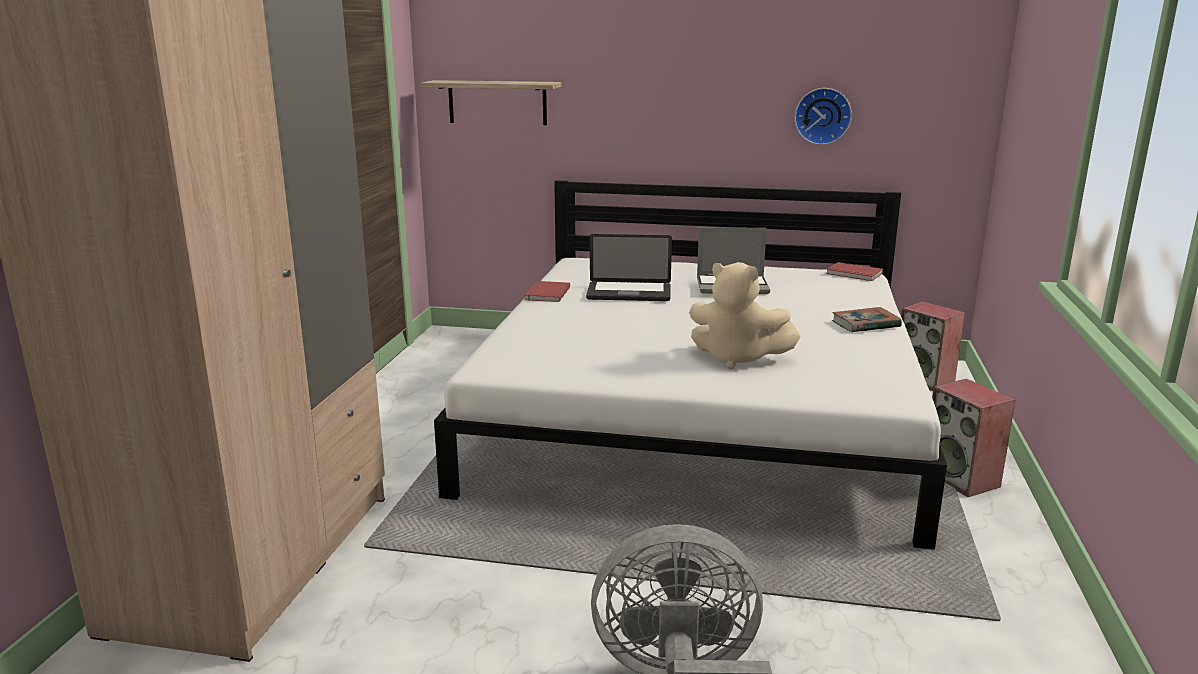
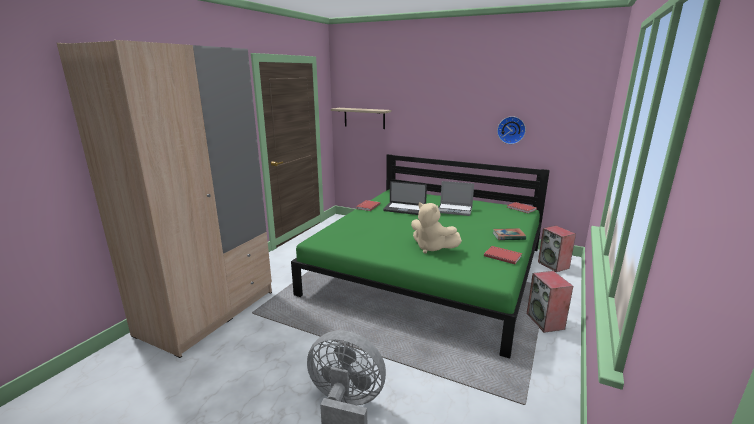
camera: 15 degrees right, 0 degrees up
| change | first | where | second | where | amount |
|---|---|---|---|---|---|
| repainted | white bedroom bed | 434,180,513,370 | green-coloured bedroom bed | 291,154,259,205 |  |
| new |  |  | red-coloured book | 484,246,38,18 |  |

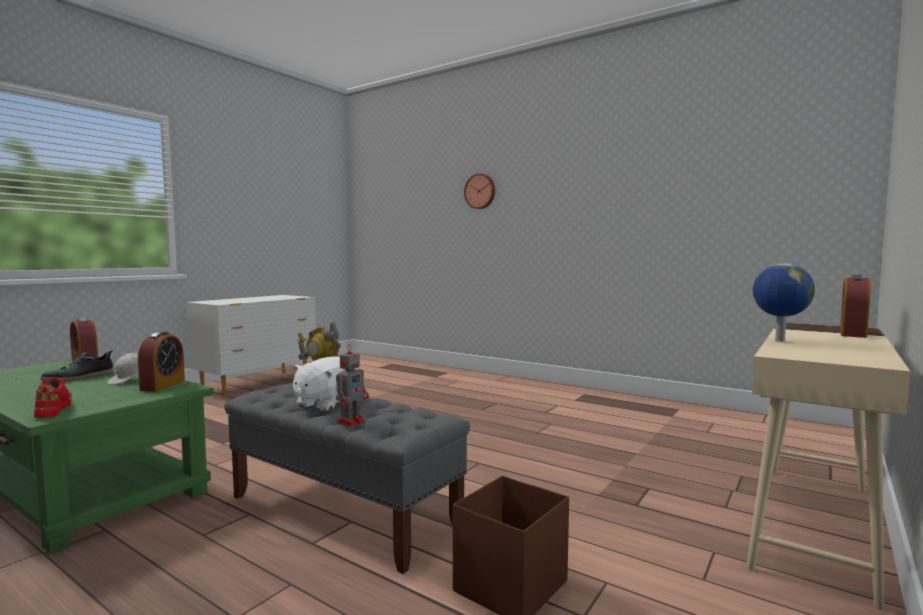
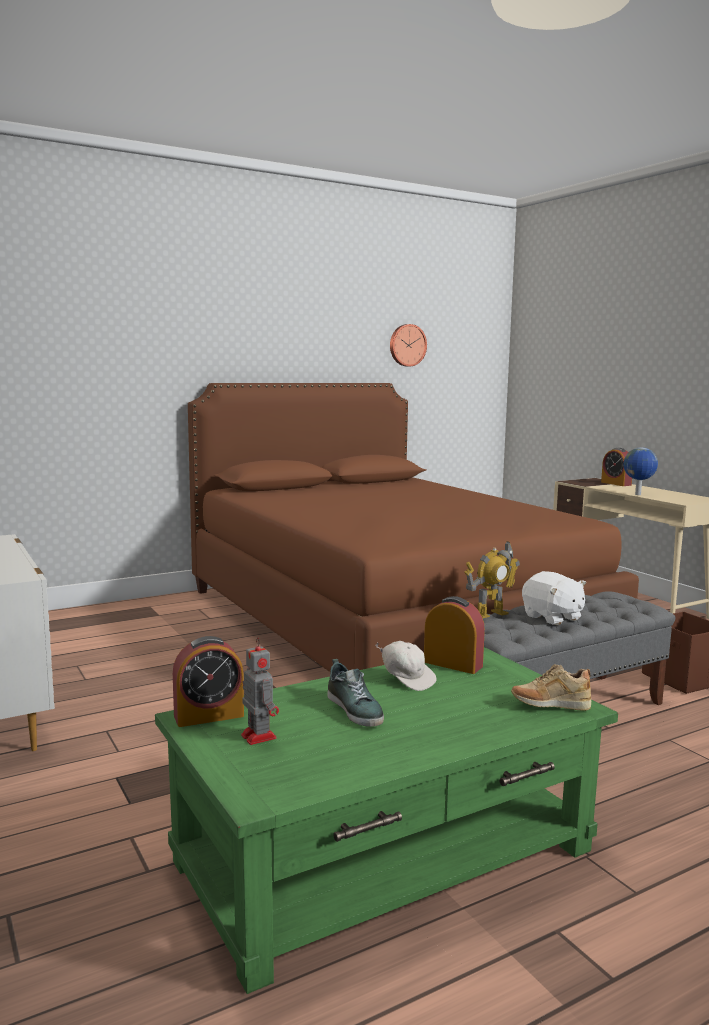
camera: 65 degrees left, 5 degrees up
| change | first | where | second | where | amount |
|---|---|---|---|---|---|
| new |  |  | brownish bedroom bed | 188,383,451,289 |  |
| shifted | robot figure | 336,345,33,82 |  | 241,637,38,108 |  |
| shifted | hanging clock | 464,174,31,35 |  | 390,324,37,43 |  |
| repainted | red-coloured shoe | 34,377,38,41 | beige shoe | 511,664,80,47 |  |

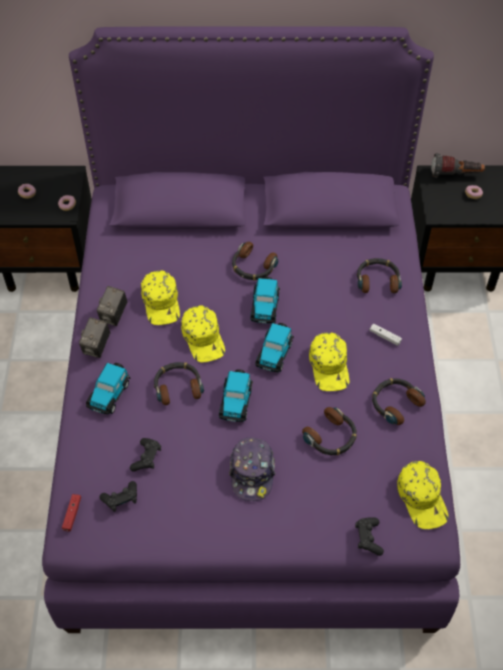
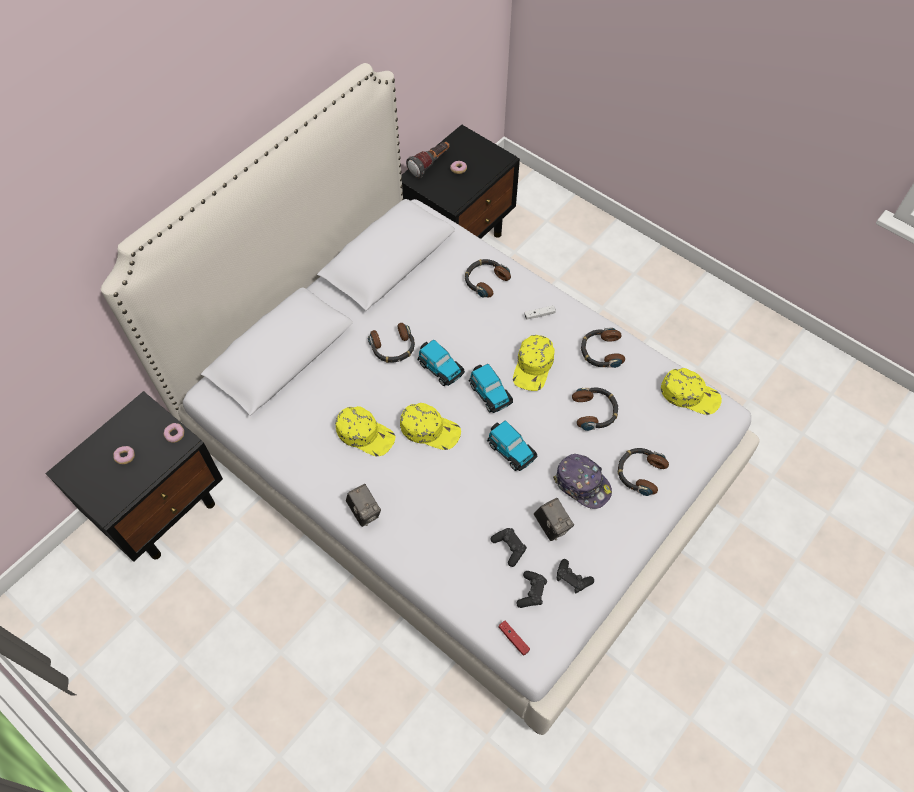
camera: 50 degrees left, 5 degrees up
| change | first | where | second | where | amount |
|---|---|---|---|---|---|
| repainted | purplish bedroom bed | 42,26,418,607 | white bedroom bed | 101,63,659,672 |  |
| rotated | yellowish cap | 309,333,40,58 |  | 513,335,42,56 | 75 degrees clockwise |
| shifted | still camera | 97,286,31,40 |  | 534,498,40,43 |  |
| shifted | black joypad | 355,517,29,39 |  | 557,559,37,35 |  |
| shifted | headphones | 154,362,50,43 |  | 618,448,51,48 |  |
| gone | miniature car | 86,363,45,51 |  |  |  |

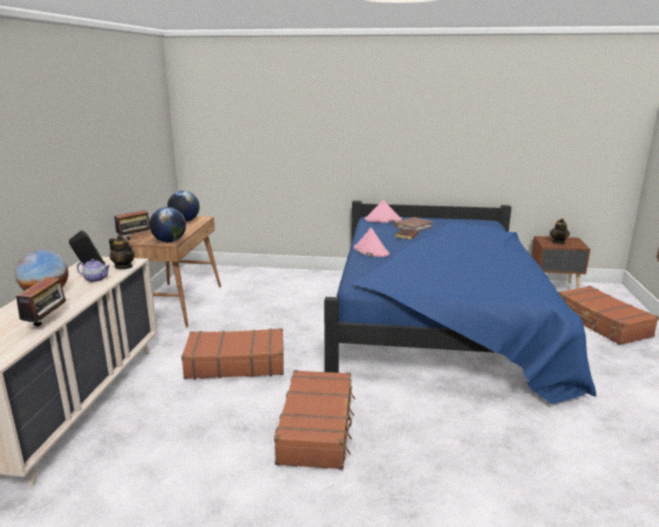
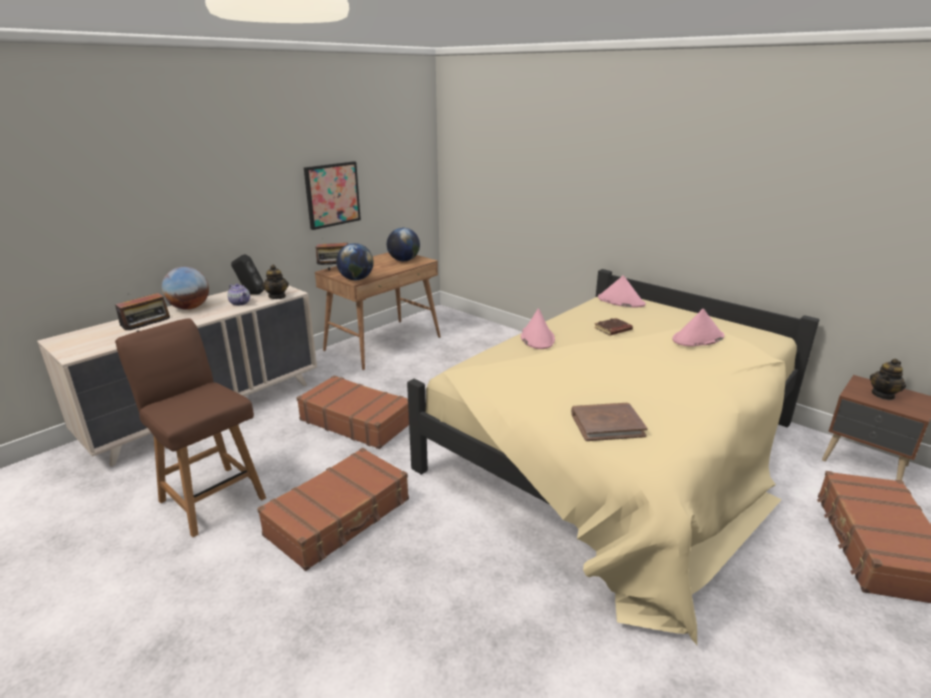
camera: 35 degrees right, 5 degrees up
| change | first | where | second | where | amount |
|---|---|---|---|---|---|
| new |  |  | brownish upright chair | 115,318,151,219 |  |
| new |  |  | wall art | 304,161,57,69 |  |
| repainted | blue bedroom bed | 324,201,272,203 | beige bedroom bed | 407,269,412,376 |  |
| shifted | brownish book | 394,217,39,14 |  | 571,403,77,38 |  |
| new |  |  | pink-coloured hat | 672,309,52,38 |  |

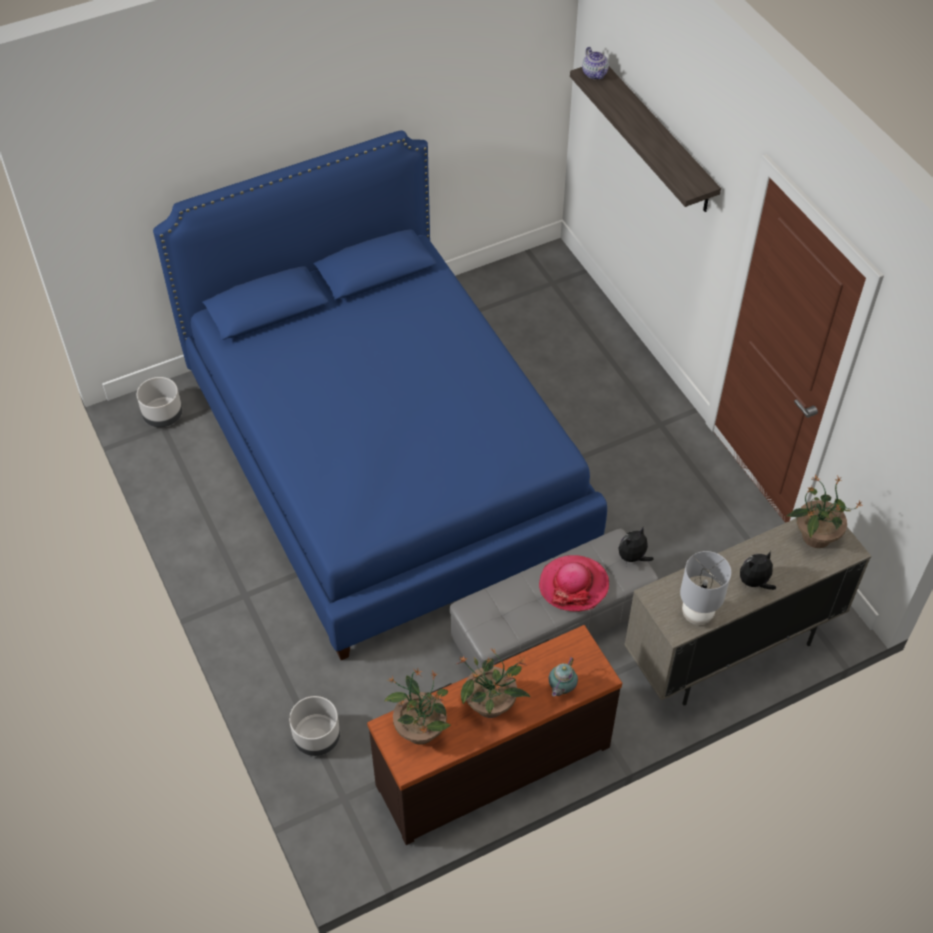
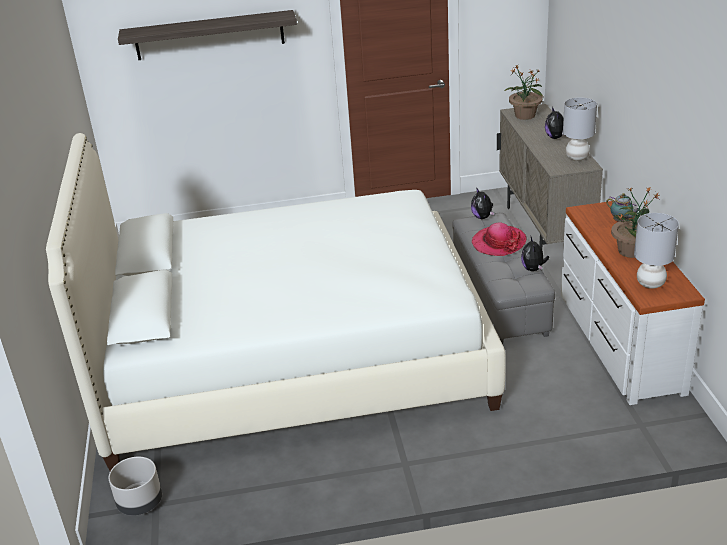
camera: 70 degrees left, 20 degrees down
| change | first | where | second | where | amount |
|---|---|---|---|---|---|
| repainted | blue bedroom bed | 153,130,454,530 | white bedroom bed | 46,133,460,338 |  |
| new |  |  | plush toy | 521,237,28,34 |  |
| repainted | brownish dresser | 367,625,255,220 | white dresser | 561,201,144,204 |  |
| swapped | potted plant | 385,669,66,76 | greyish tabletop lamp | 634,213,45,76 |  |
| gone | greyish flower pot | 289,696,51,60 |  |  |  |
| gone | pot for tea | 582,47,27,32 |  |  |  |

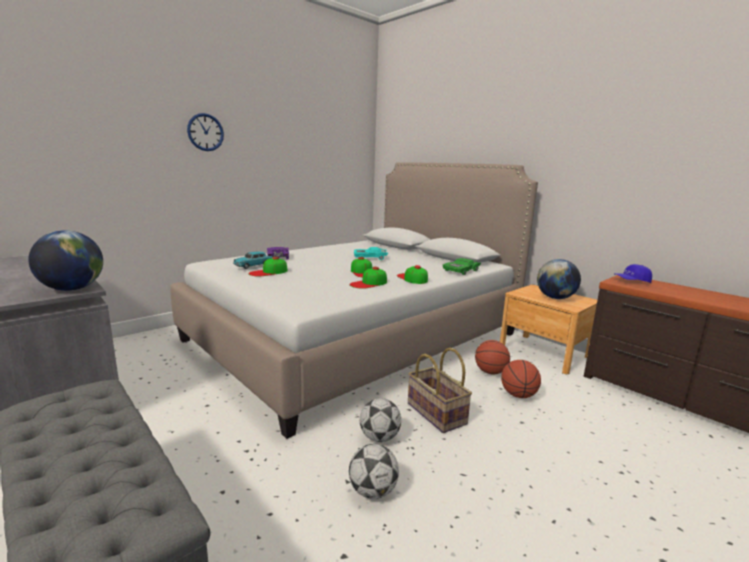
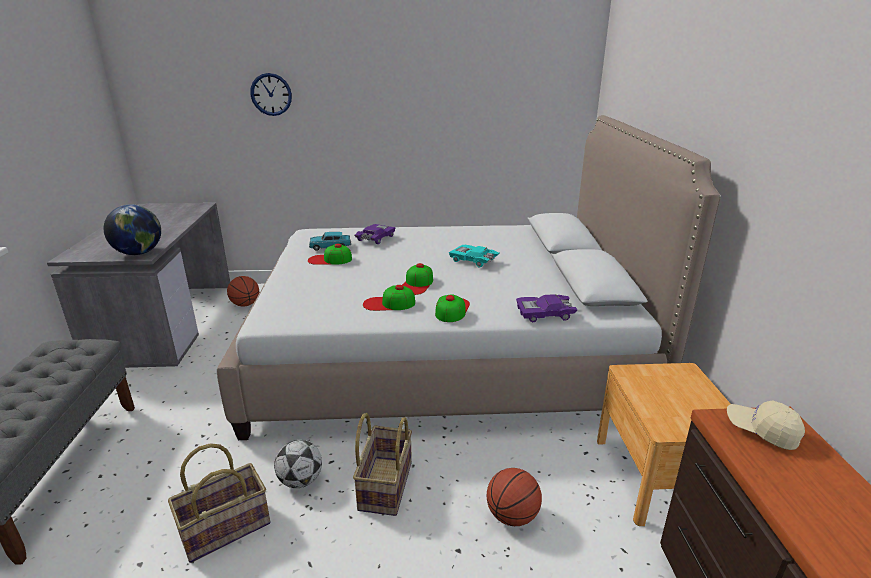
camera: 40 degrees right, 10 degrees up
| change | first | where | second | where | amount |
|---|---|---|---|---|---|
| swapped | ball for football | 349,444,50,55 | basket | 168,443,102,120 |  |
| shifted | basketball ball | 475,340,35,34 |  | 227,276,32,31 |  |
| shifted | hanging clock | 187,113,37,38 |  | 250,73,42,43 |  |
| repainted | green-coloured miniature car | 443,258,38,17 | purplish miniature car | 516,294,61,28 |  |
| repainted | blue cap | 614,264,38,19 | beige cap | 727,401,78,49 |  |
| gone | desk globe | 537,259,44,40 |  |  |  |

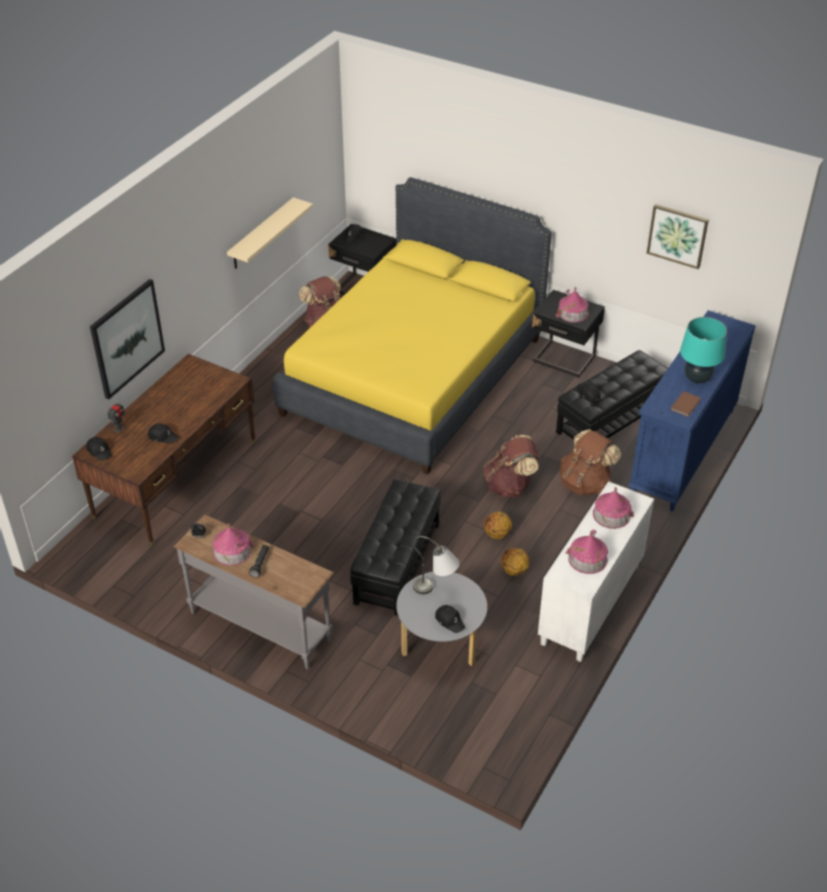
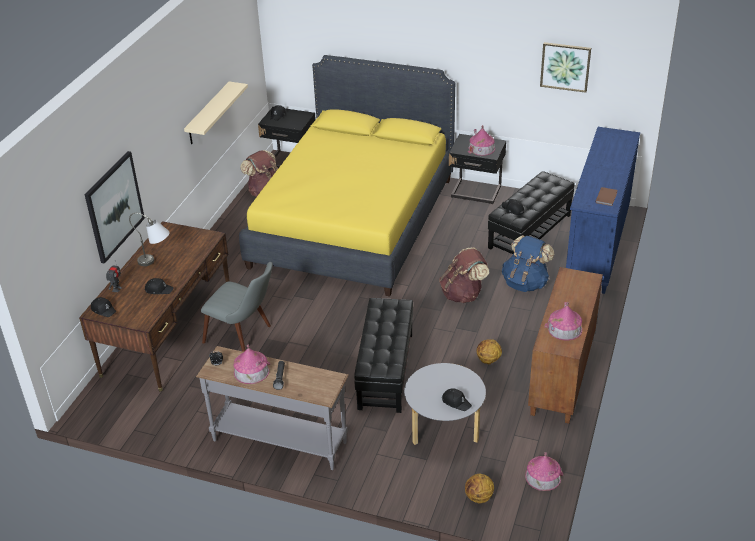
camera: 10 degrees left, 5 degrees down
| change | first | where | second | where | amount |
|---|---|---|---|---|---|
| shifted | greyish tabletop lamp | 413,536,47,58 |  | 129,213,41,53 |  |
| new |  |  | greyish upright chair | 201,262,72,90 |  |
| shifted | basketball ball | 484,511,28,28 |  | 465,474,29,29 |  |
| repainted | brownish backpack | 560,429,61,66 | blue backpack | 502,235,52,57 |  |
| shifted | miniature house | 593,487,41,42 |  | 525,452,39,39 |  |
| repainted | white storage cabinet | 538,481,116,181 | brownish storage cabinet | 528,267,75,157 |  |
| gone | turquoise-coloured tabletop lamp | 680,317,47,66 |  |  |  |

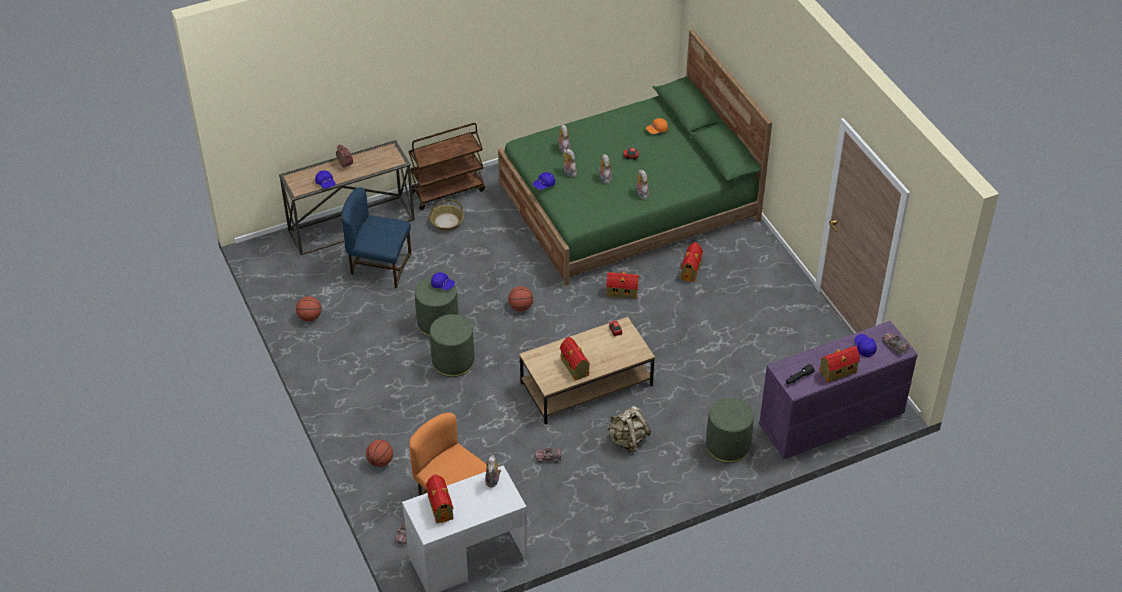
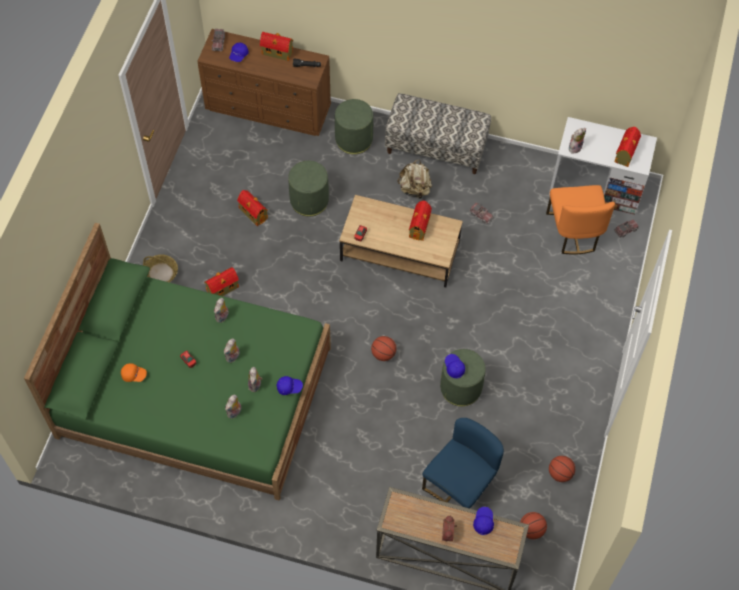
camera: 140 degrees left, 15 degrees up
| change | first | where | second | where | amount |
|---|---|---|---|---|---|
| shifted | basket | 429,199,35,32 |  | 143,255,35,27 |  |
| repainted | purplish dresser | 759,321,159,138 | brownish dresser | 197,29,134,107 |  |
| shifted | miniature house | 606,271,33,28 |  | 237,190,31,36 |  |
| shifted | green-coloured footrest | 430,314,44,63 |  | 288,161,41,55 |  |
| new |  |  | long seat | 385,93,106,81 |  |
| rotated | blue upright chair | 341,187,70,101 |  | 422,418,82,90 | 105 degrees counterclockwise |
| shifted | basketball ball | 366,440,27,27 |  | 520,512,27,27 |  |
| gone | brownish trolley | 408,123,77,87 |  |  |  |

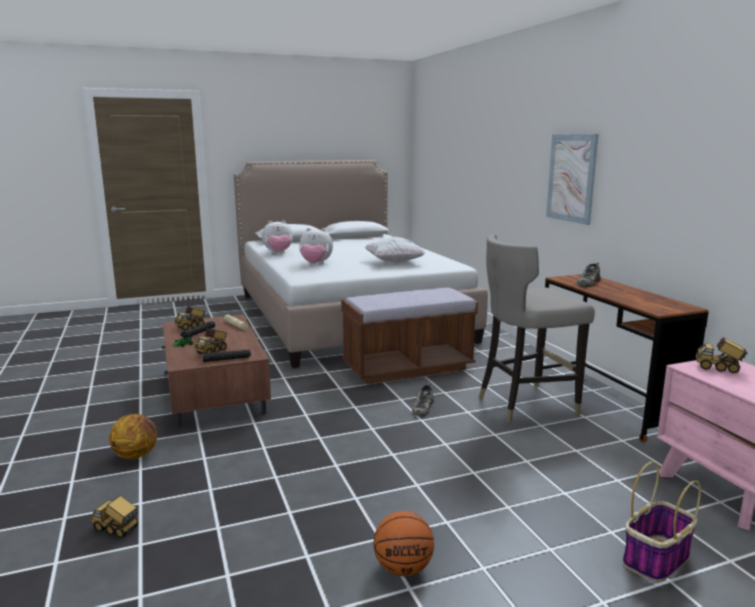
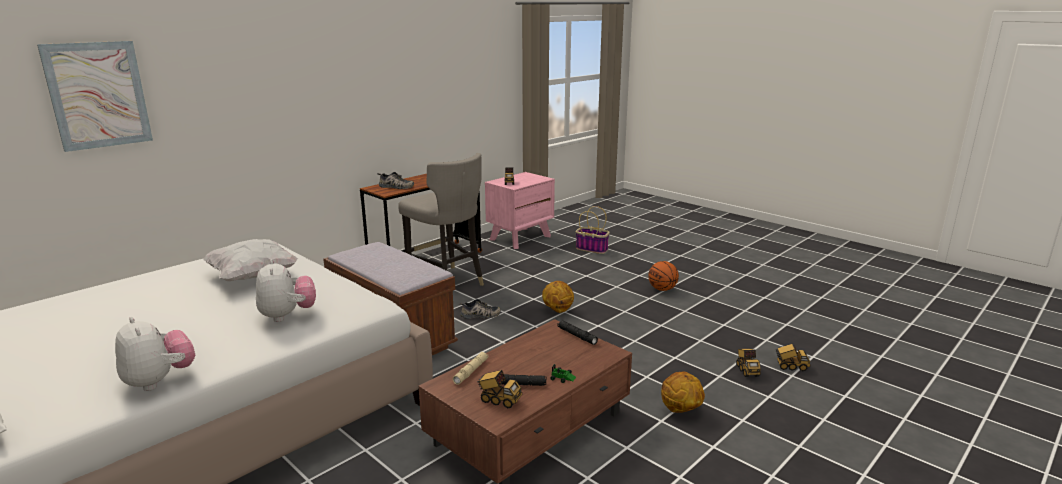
camera: 115 degrees left, 5 degrees up
| change | first | where | second | where | amount |
|---|---|---|---|---|---|
| shifted | wall art | 546,134,53,91 |  | 37,41,116,111 |  |
| new |  |  | basketball ball | 542,281,32,32 |  |
| shifted | toy lorry | 195,328,33,26 |  | 776,343,35,28 |  |

